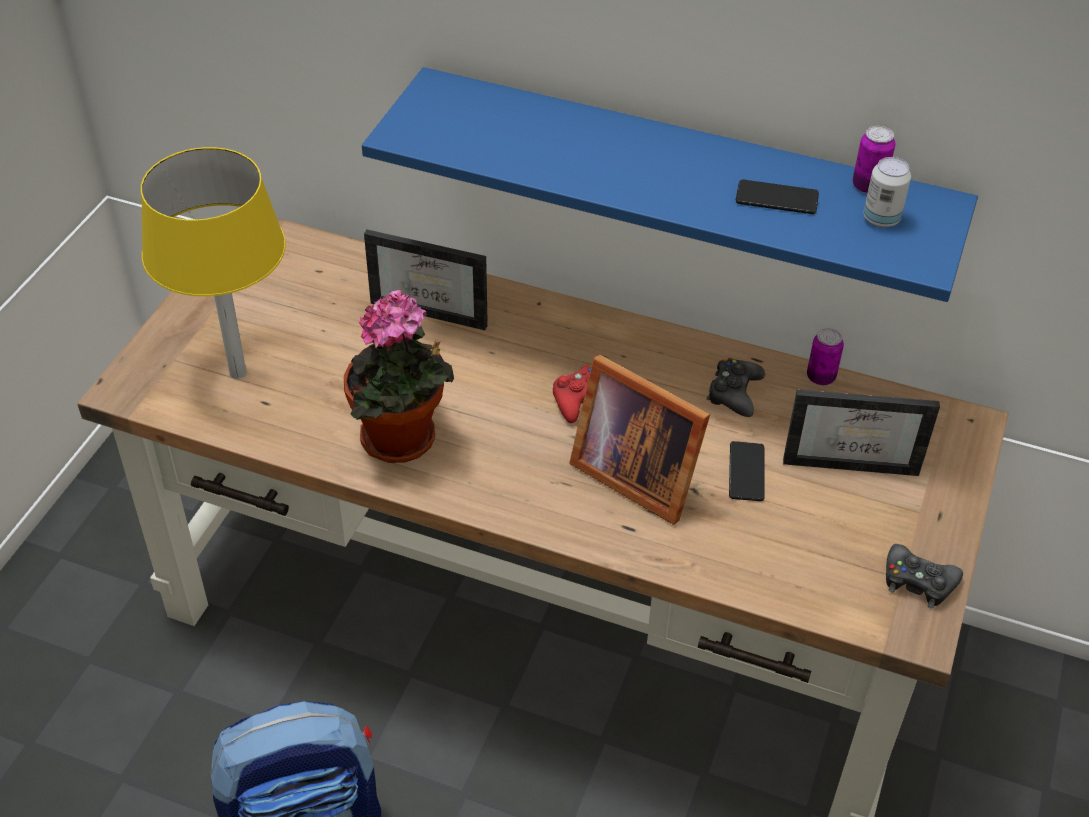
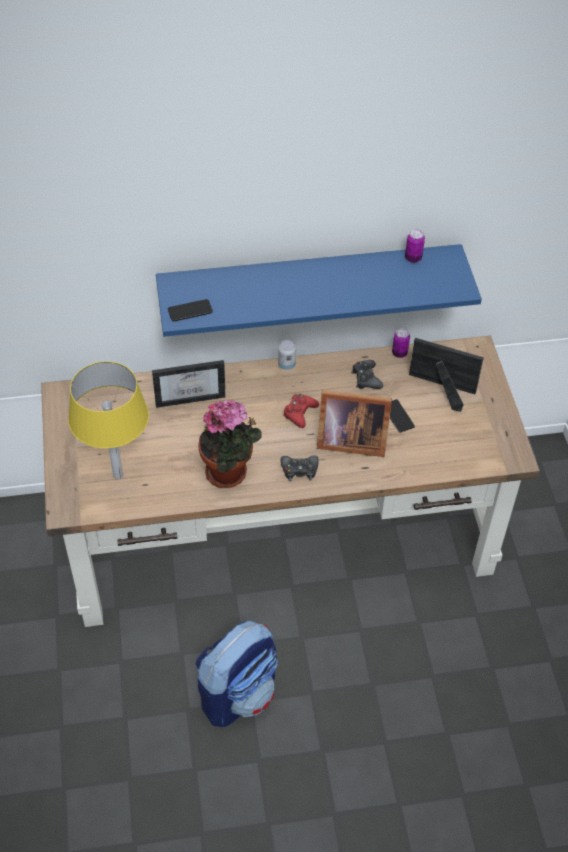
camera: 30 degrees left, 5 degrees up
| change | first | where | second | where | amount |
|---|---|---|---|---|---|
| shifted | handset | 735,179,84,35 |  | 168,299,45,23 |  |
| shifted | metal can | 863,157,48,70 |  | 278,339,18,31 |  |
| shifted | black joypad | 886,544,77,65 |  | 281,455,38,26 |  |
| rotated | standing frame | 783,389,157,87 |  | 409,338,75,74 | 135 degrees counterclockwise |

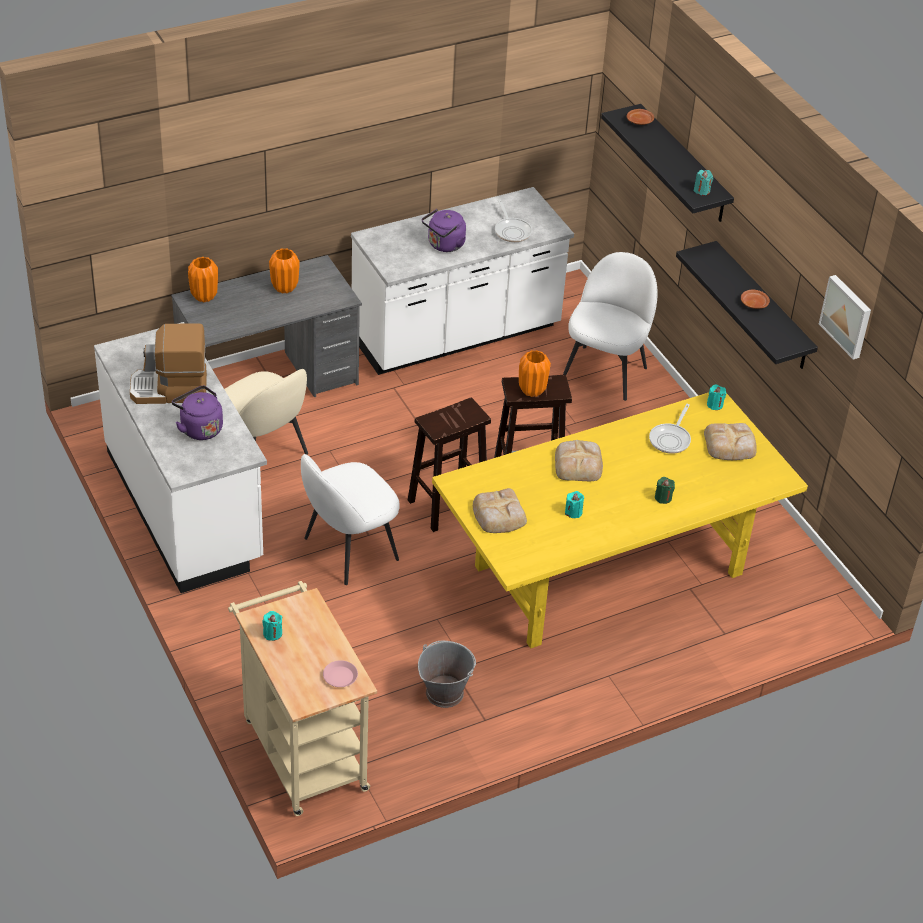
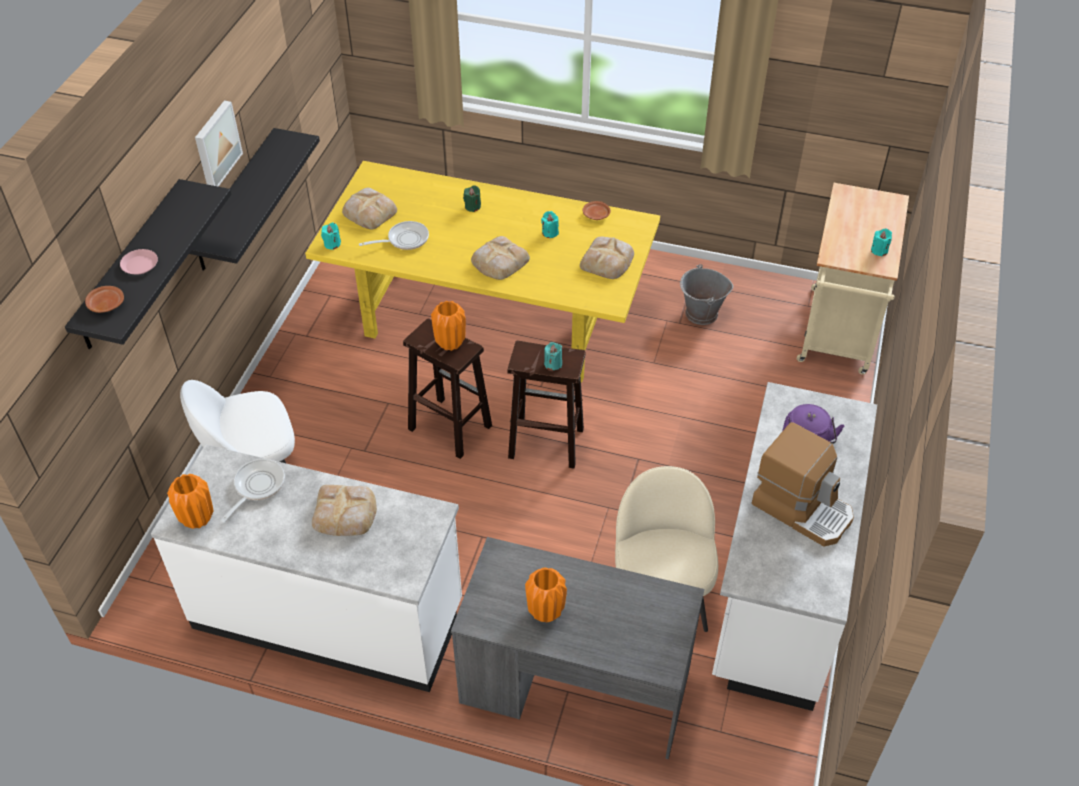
camera: 135 degrees left, 5 degrees up
| change | first | where | second | where | amount |
|---|---|---|---|---|---|
| shifted | pink-coloured plate | 323,660,35,27 |  | 120,249,38,26 |  |
| shifted | orange flower vase | 188,257,30,45 |  | 167,474,47,55 |  |
| shifted | wall art | 819,275,52,85 |  | 195,100,48,87 |  |
| swapped | purplish tea kettle | 422,209,44,43 | bread | 312,485,65,51 |  |
| shifted | turquoise-coloured wax light | 694,170,19,25 |  | 544,342,18,28 |  |
| shifted | brownish plate | 741,289,29,20 |  | 583,201,28,19 |  |
| gone | white upright chair | 301,454,99,131 |  |  |  |

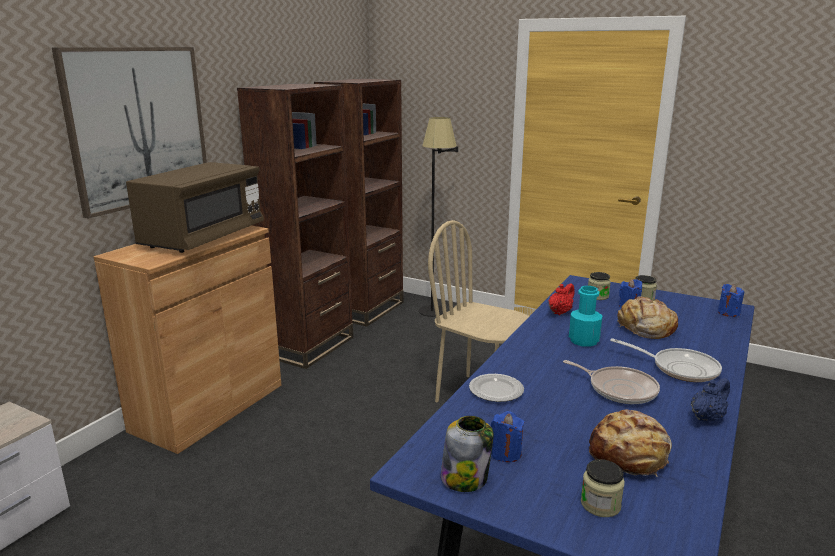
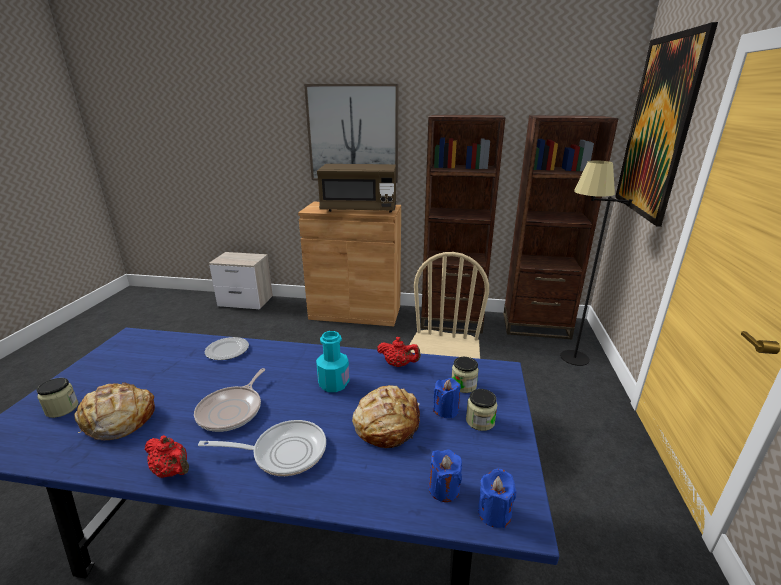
camera: 70 degrees right, 5 degrees up
| change | first | where | second | where | amount |
|---|---|---|---|---|---|
| repainted | blue pot for tea | 691,378,39,45 | red-coloured pot for tea | 145,435,44,43 |  |
| rotated | skillet | 610,338,112,44 |  | 198,420,128,56 | 105 degrees counterclockwise |
| shifted | blue wax light | 491,411,34,51 |  | 428,449,34,53 |  |
| new |  |  | wall art | 615,22,103,205 |  |
| gone | jar | 441,416,52,76 |  |  |  |

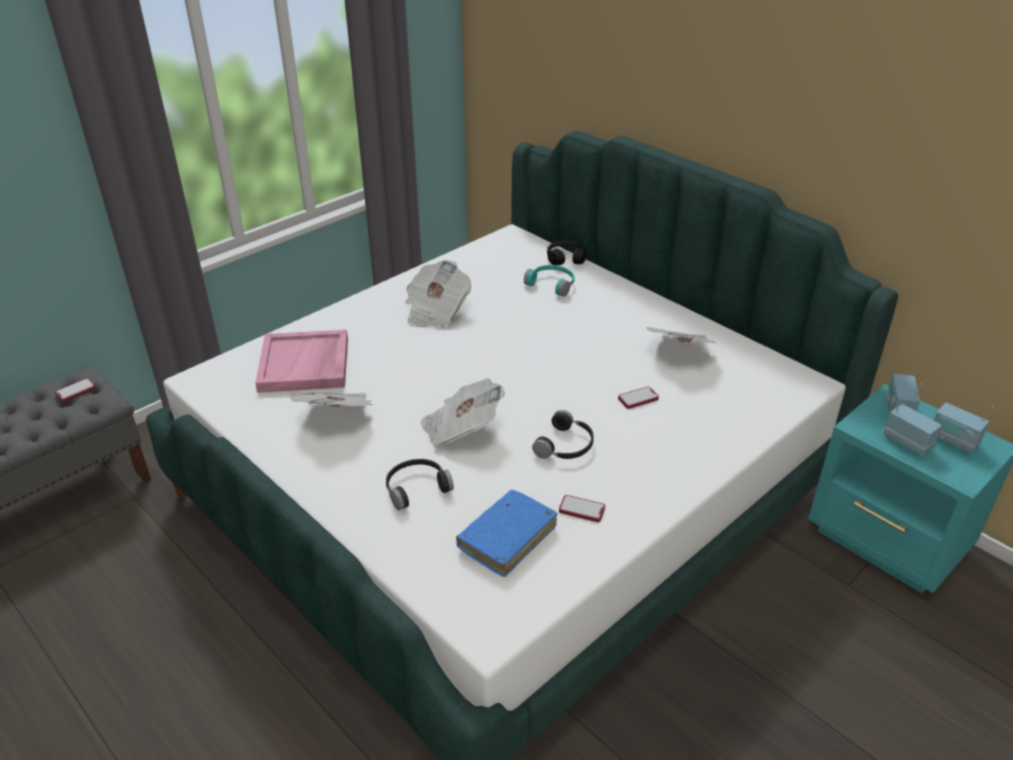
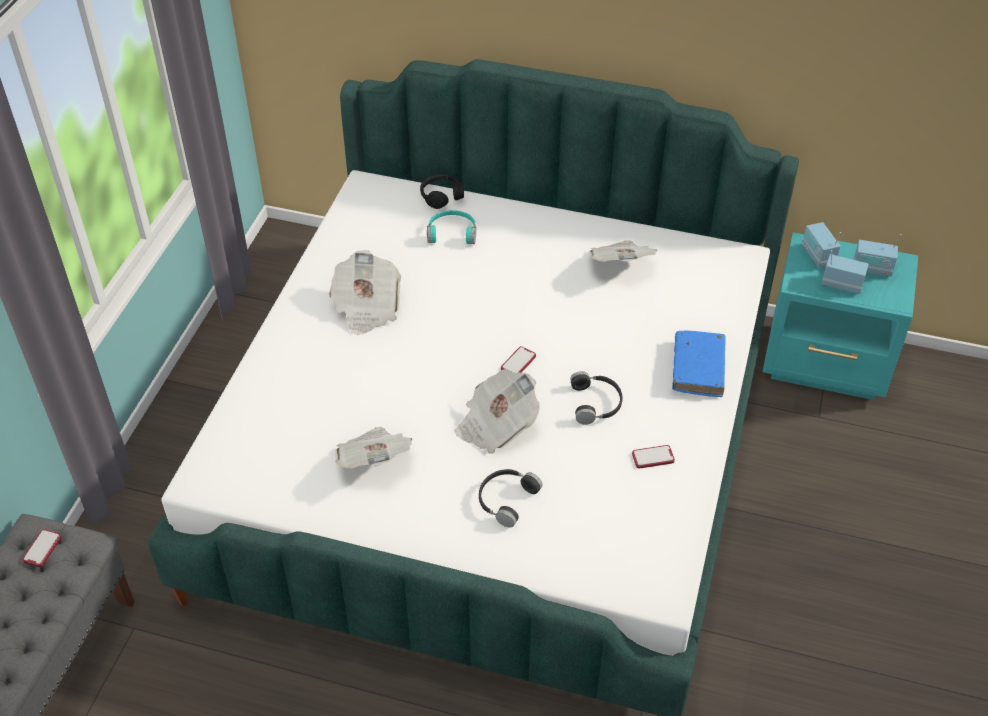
camera: 30 degrees left, 10 degrees up
| change | first | where | second | where | amount |
|---|---|---|---|---|---|
| shifted | handset | 618,386,41,23 |  | 501,346,35,27 |  |
| shifted | blue book | 456,490,101,87 |  | 672,331,54,66 |  |
| gone | pink-coloured serving tray | 255,330,93,63 |  |  |  |

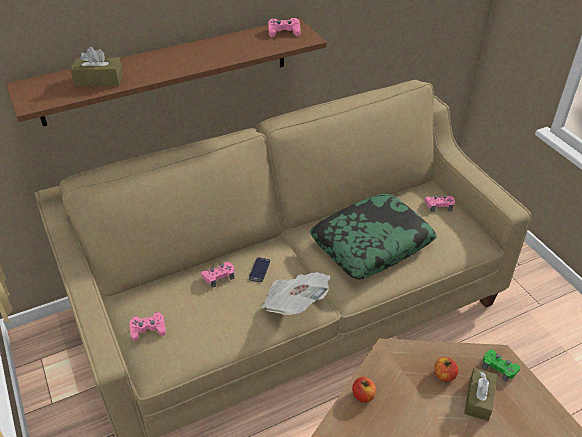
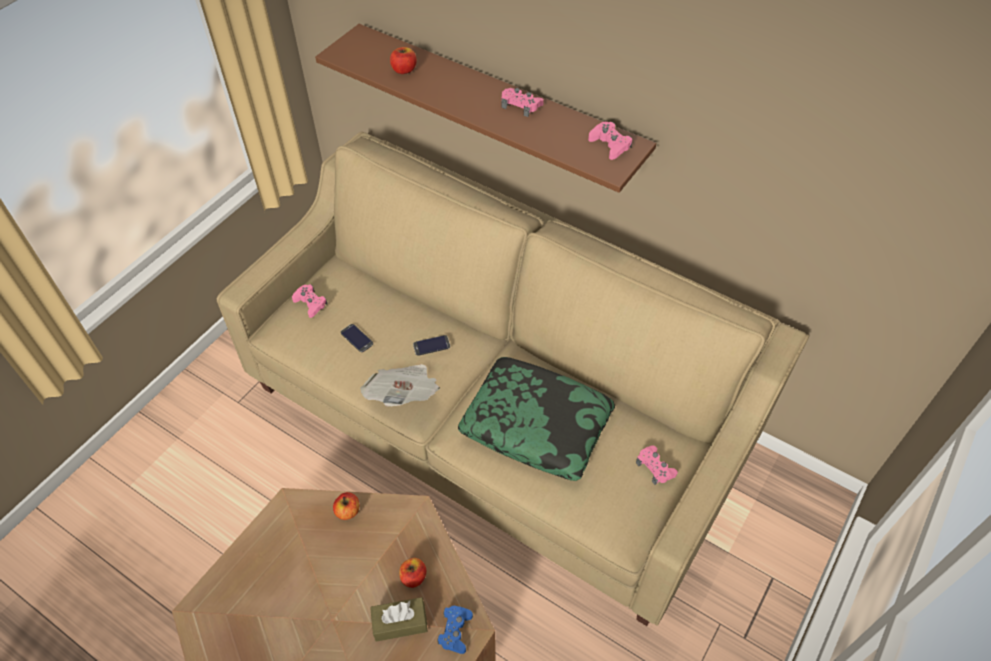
camera: 60 degrees right, 10 degrees up
| change | first | where | second | where | amount |
|---|---|---|---|---|---|
| new |  |  | handset | 341,324,32,28 |  |
| swapped | brownish box of tissues | 70,47,53,40 | apple fruit | 390,47,27,27 |  |
| repainted | green-coloured joypad | 482,349,38,33 | blue joypad | 438,606,35,48 |  |
| shifted | pink-coloured joypad | 201,262,33,26 |  | 501,88,43,29 |  |

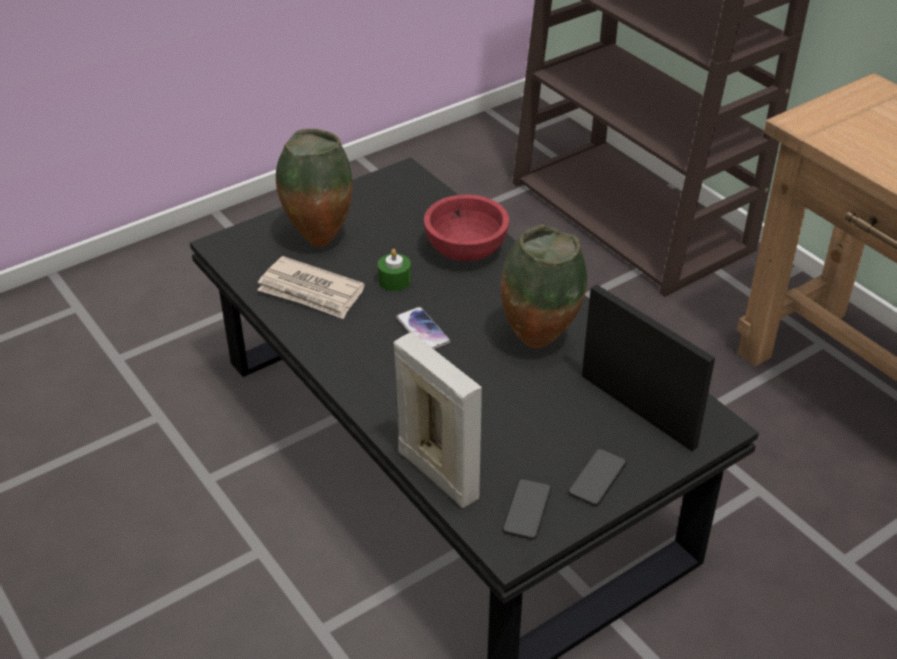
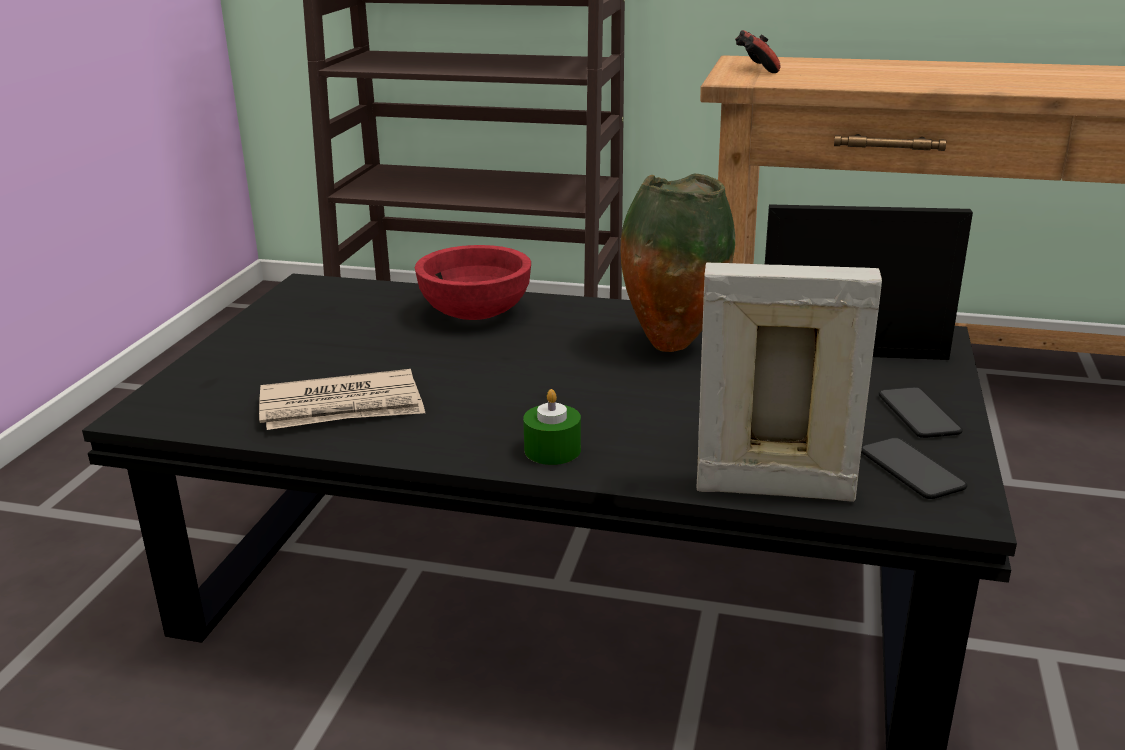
camera: 40 degrees left, 15 degrees down
| change | first | where | second | where | amount |
|---|---|---|---|---|---|
| shifted | green-coloured wax light | 378,249,33,42 |  | 523,389,58,76 |  |
| new |  |  | joypad | 735,30,45,43 |  |
| gone | flower vase | 276,129,76,118 |  |  |  |
| gone | handset | 396,307,54,42 |  |  |  |

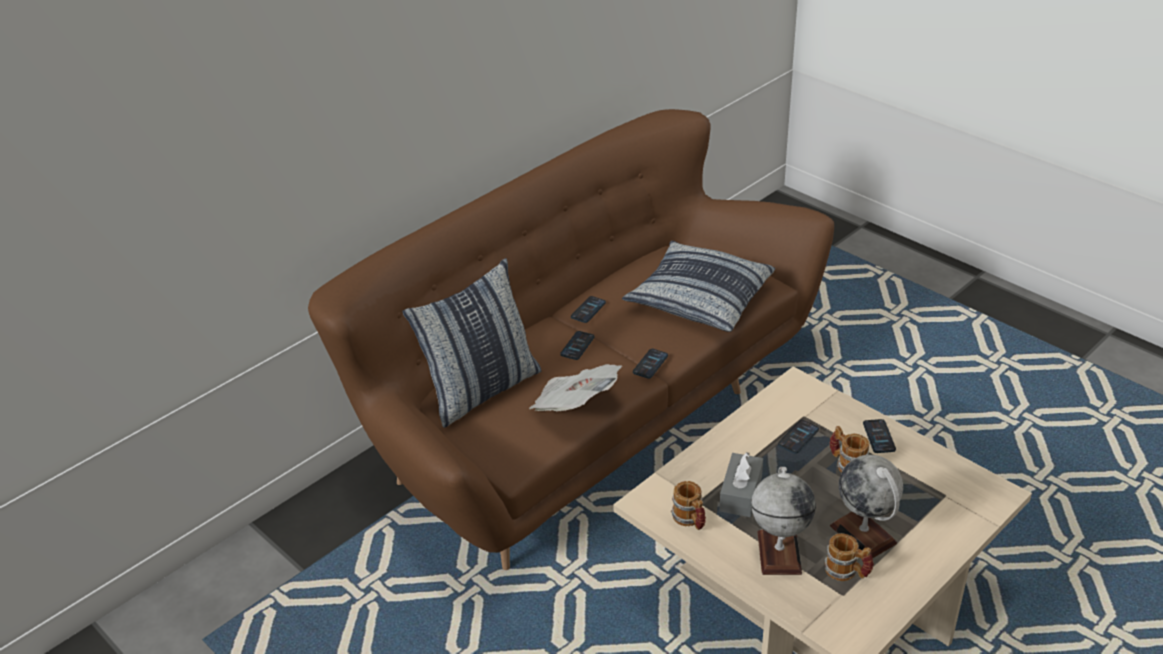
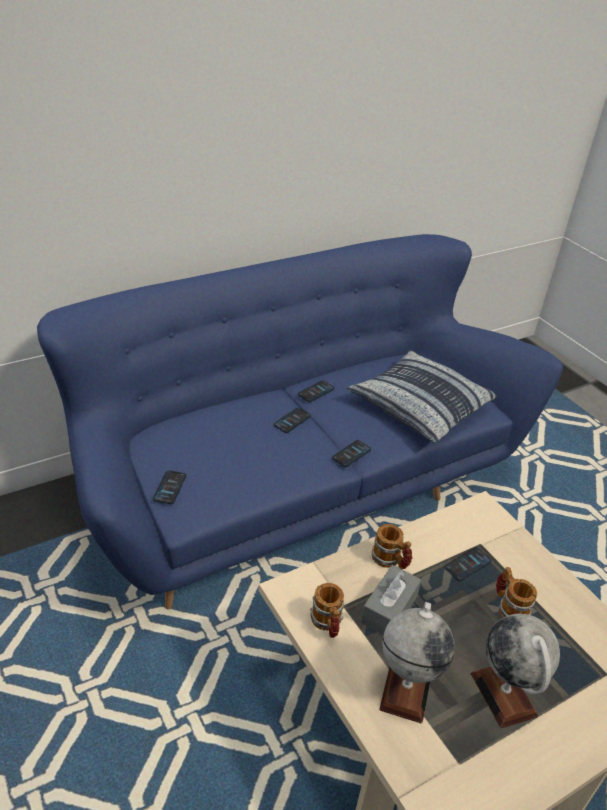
camera: 10 degrees right, 0 degrees up
| change | first | where | second | where | amount |
|---|---|---|---|---|---|
| repainted | brownish sofa | 308,109,526,461 | blue sofa | 37,234,526,375 |  |
| shifted | handset | 863,419,33,34 |  | 153,470,33,34 |  |
| shifted | coffee mug | 825,533,49,48 |  | 372,524,40,45 |  |
| gone | cushion | 402,258,139,170 |  |  |  |
| gone | daily paper | 529,364,93,47 |  |  |  |

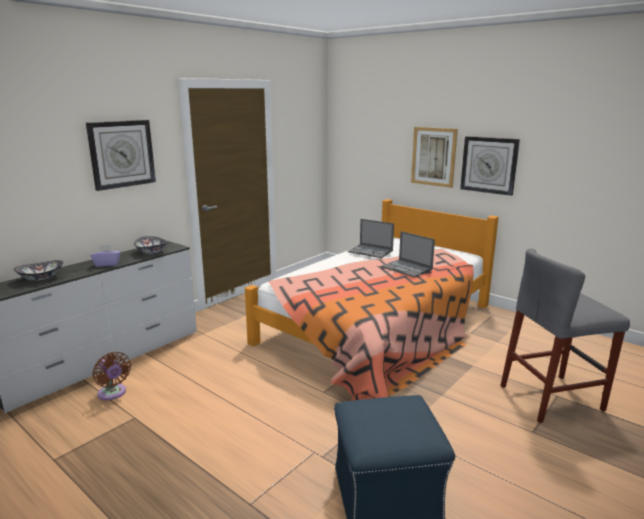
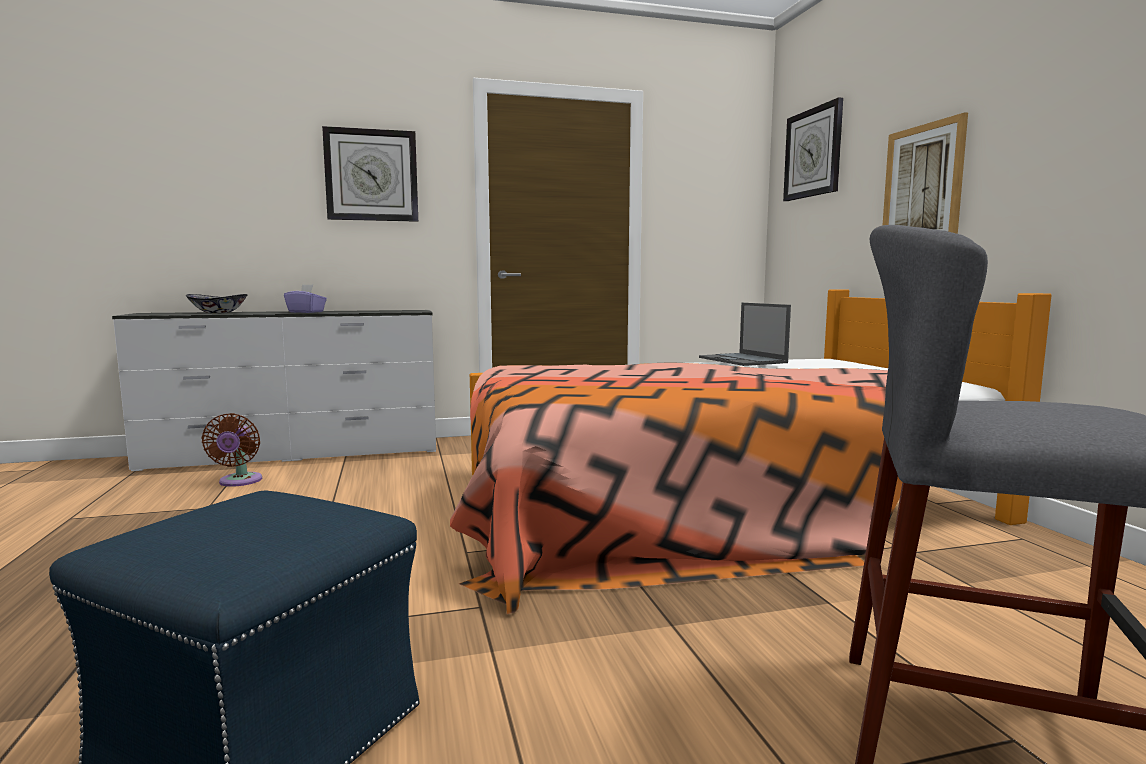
camera: 35 degrees right, 10 degrees down
| change | first | where | second | where | amount |
|---|---|---|---|---|---|
| shifted | hanging clock | 460,136,60,60 |  | 783,97,60,104 |  |
| gone | deep dish | 134,236,33,18 |  |  |  |
| gone | laptop | 381,231,54,46 |  |  |  |

